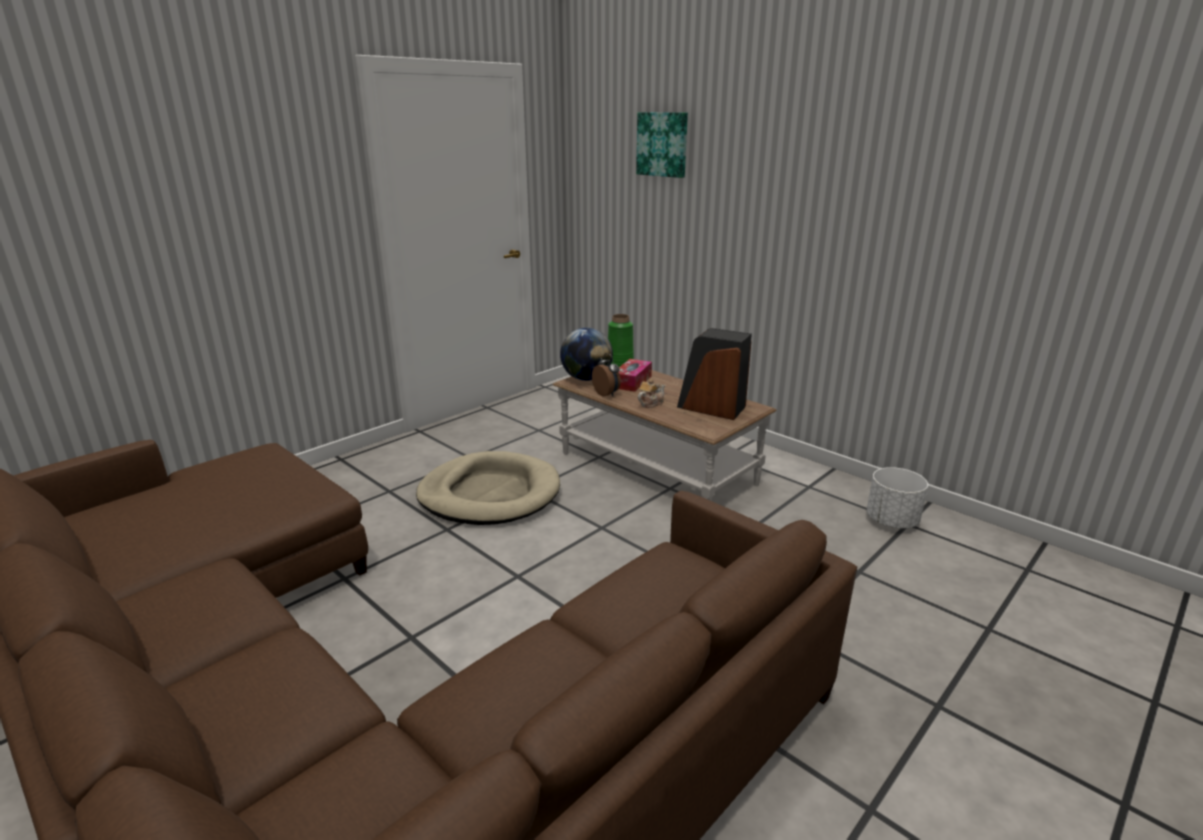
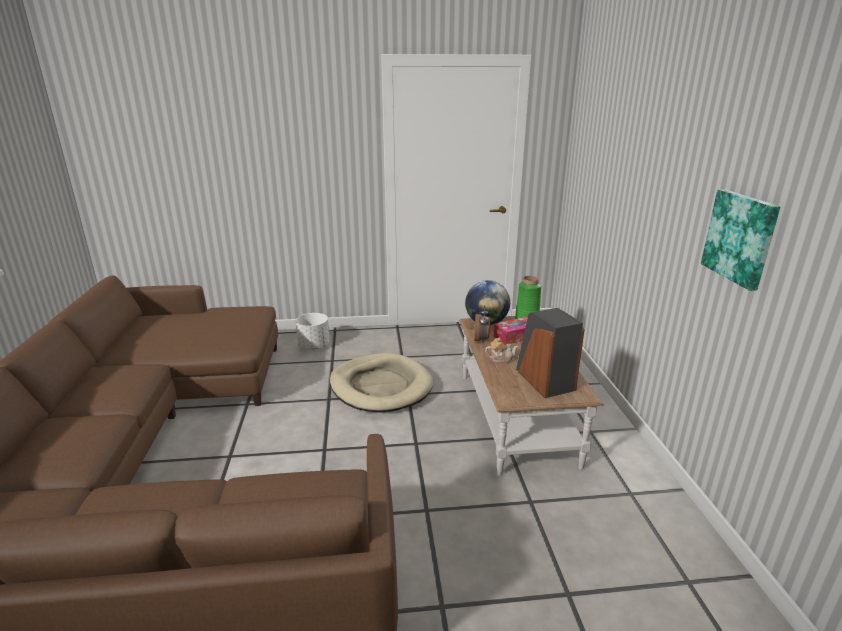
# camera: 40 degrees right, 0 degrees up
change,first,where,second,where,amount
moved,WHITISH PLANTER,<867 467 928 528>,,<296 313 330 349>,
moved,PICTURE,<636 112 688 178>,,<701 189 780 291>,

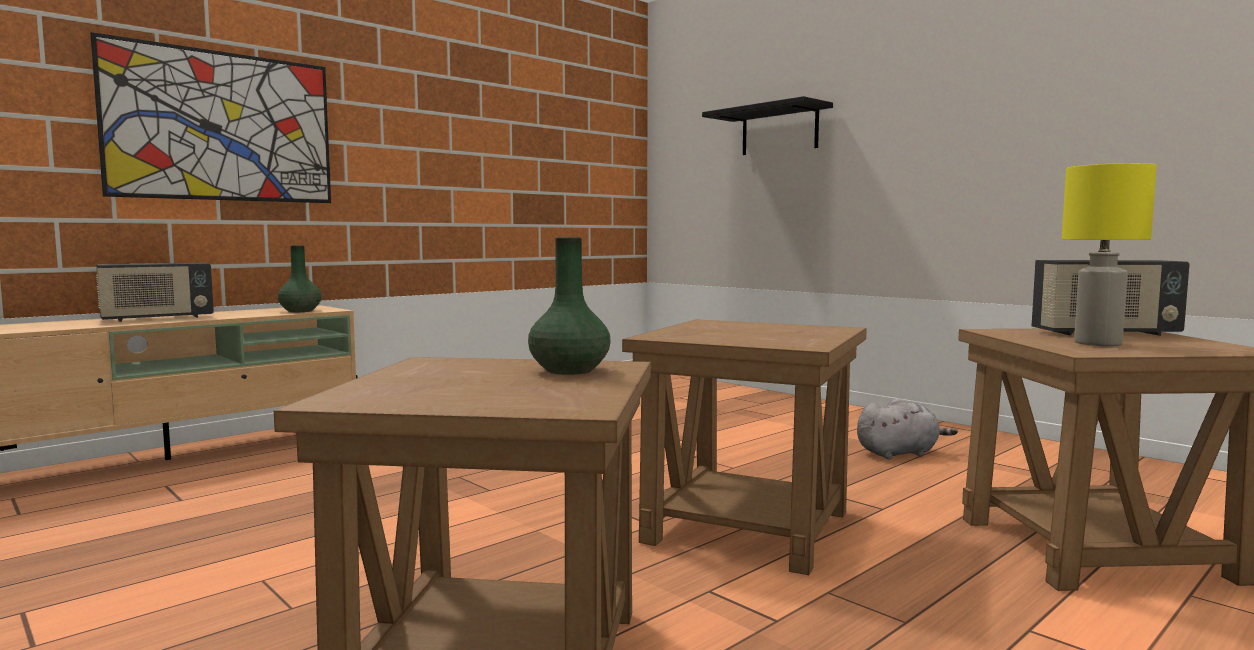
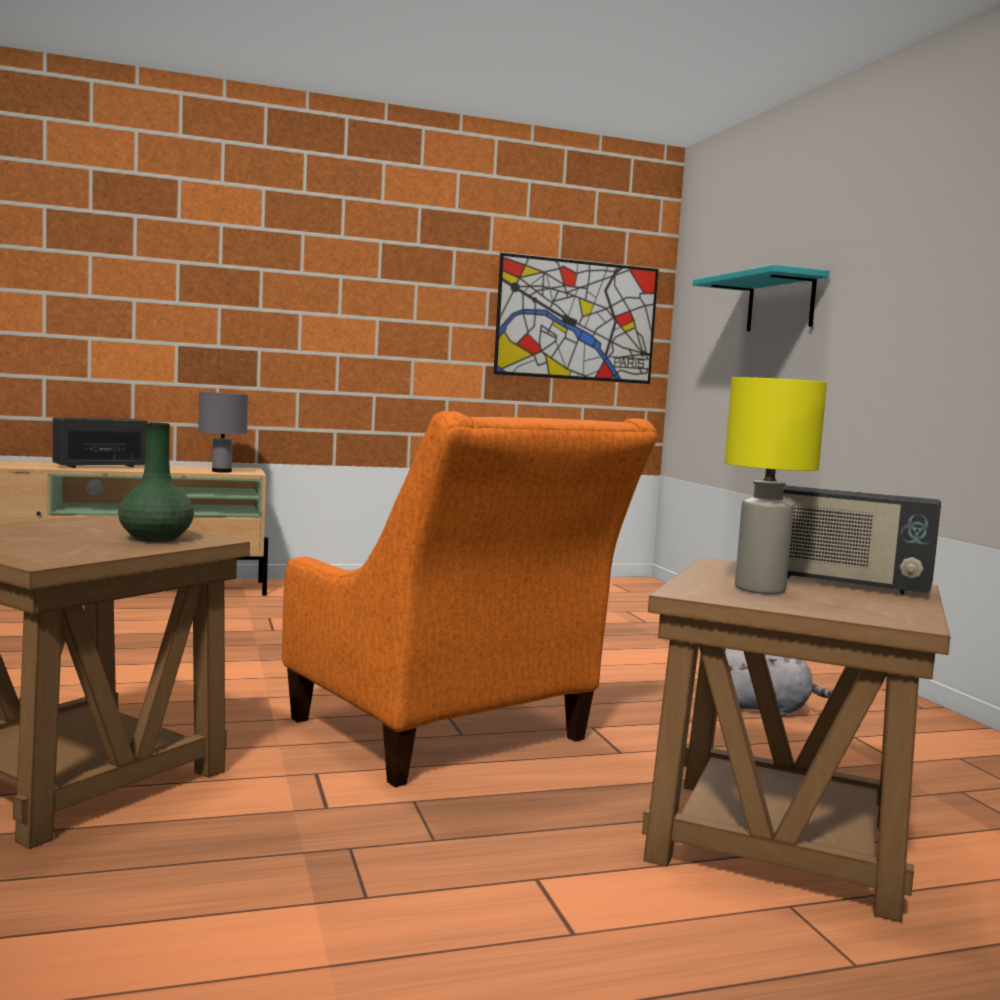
# camera: 25 degrees right, 0 degrees up
change,first,where,second,where,amount
turned,RADIO SET,<96 263 214 322>,,<53 417 147 468>,150 degrees clockwise
replaced,GREEN-COLOURED VASE,<278 245 322 312>,GREY LAMP FOR A TABLE,<198 392 248 473>,
replaced,BROWN ACCENT TABLE,<622 319 867 575>,ORANGE-COLOURED EASY CHAIR,<282 411 658 787>,
moved,PICTURE,<90 32 331 203>,,<494 253 658 384>,
recoloured,BLACKISH SHELF,<702 96 833 155>,BLUE-GREEN SHELF,<693 265 830 331>,

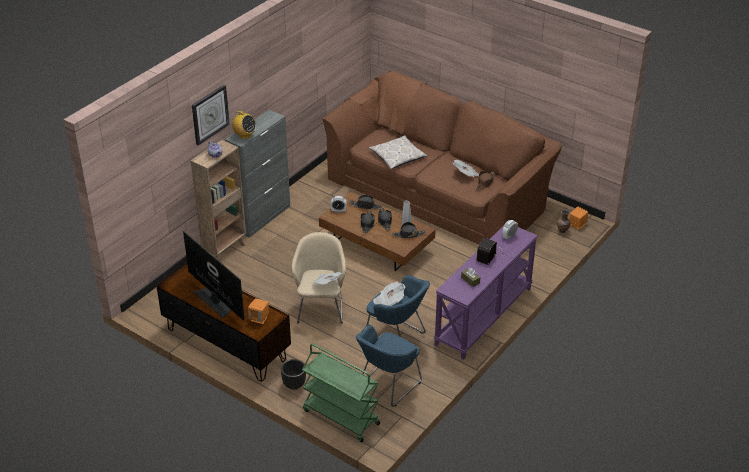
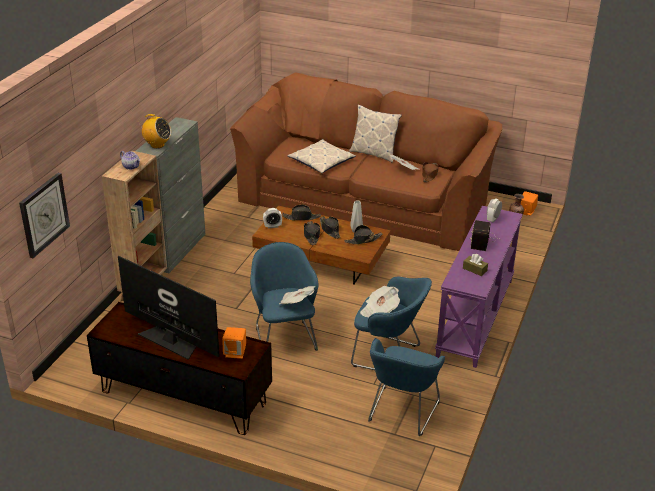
# camera: 15 degrees left, 5 degrees down
change,first,where,second,where,amount
moved,HANGING CLOCK,<192 85 230 146>,,<19 173 70 258>,
recoloured,SAND-COLOURED EASY CHAIR,<292 232 346 324>,BLUE-COLOURED EASY CHAIR,<250 242 318 351>,
added,,,THROW PILLOW,<349 104 402 163>,
removed,BLACKISH PLANTER,<281 359 306 390>,,,
removed,GREEN-COLOURED WHEELED CART,<302 343 380 442>,,,

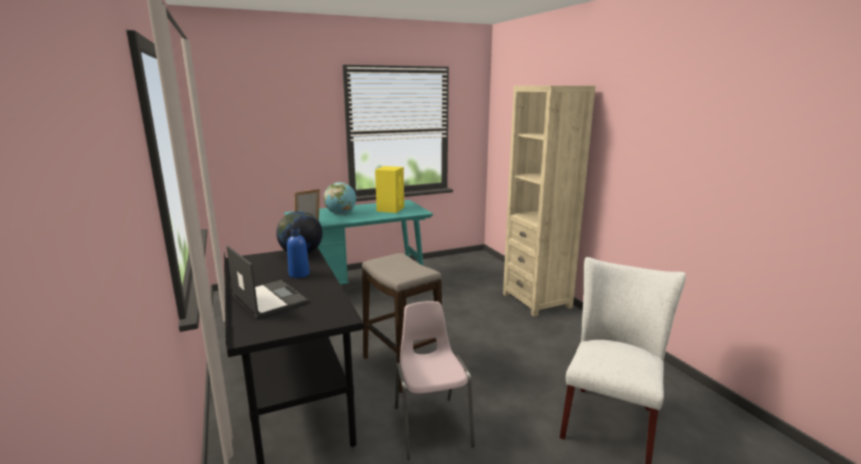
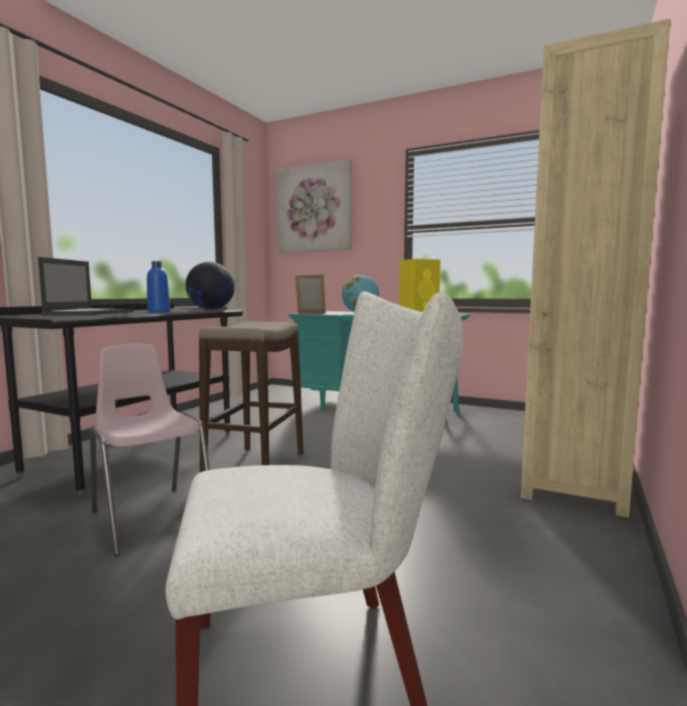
# camera: 50 degrees right, 10 degrees down
change,first,where,second,where,amount
turned,PINKISH PLAIN CHAIR,<395 301 475 460>,,<90 344 210 556>,75 degrees counterclockwise
added,,,PICTURE,<277 159 352 252>,

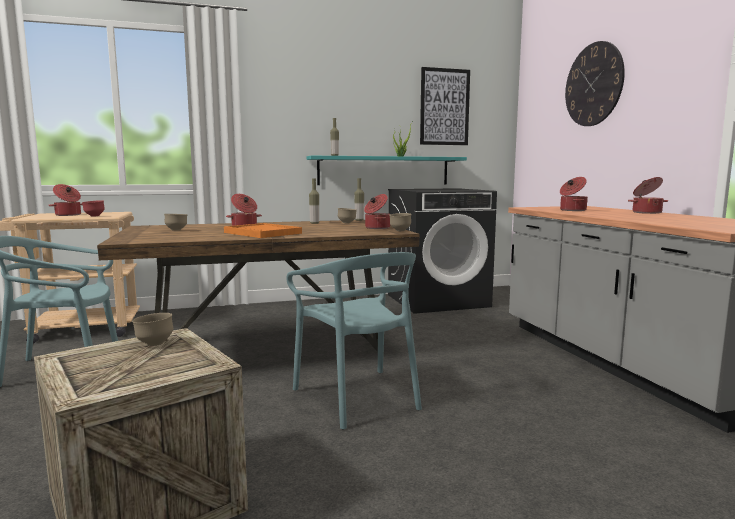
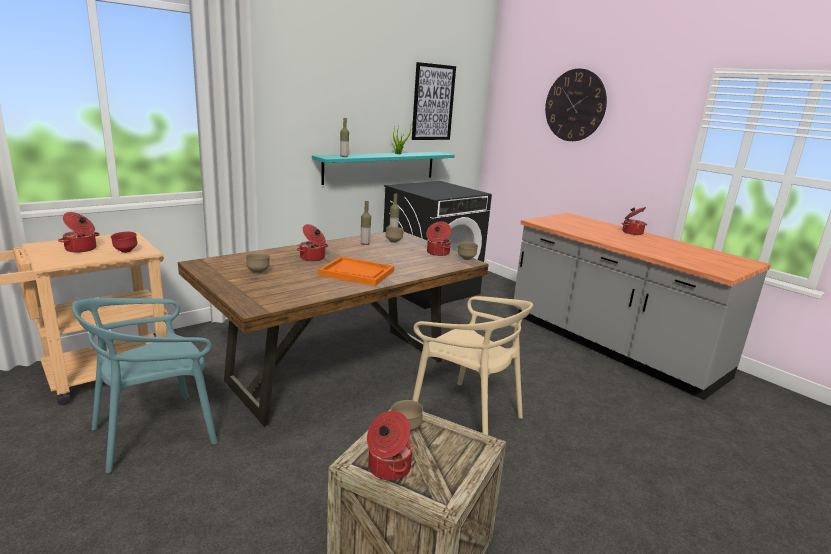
# camera: 25 degrees left, 10 degrees up
change,first,where,second,where,amount
moved,SAUCEPOT,<560 177 588 211>,,<367 411 413 481>,
recoloured,BLUE-GREEN PLAIN CHAIR,<286 252 422 429>,SAND-COLOURED PLAIN CHAIR,<412 296 533 435>,

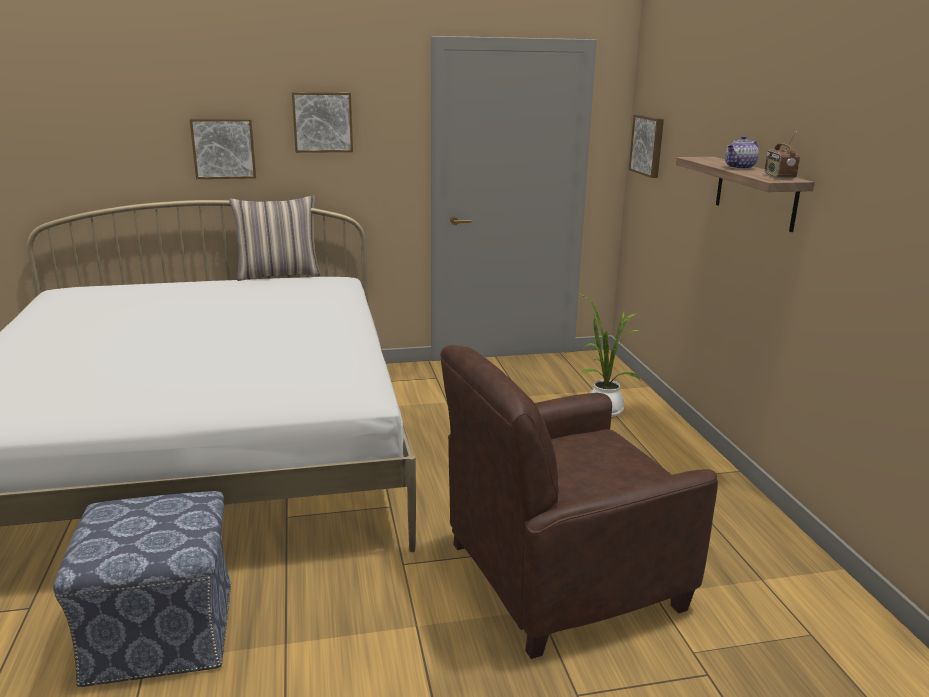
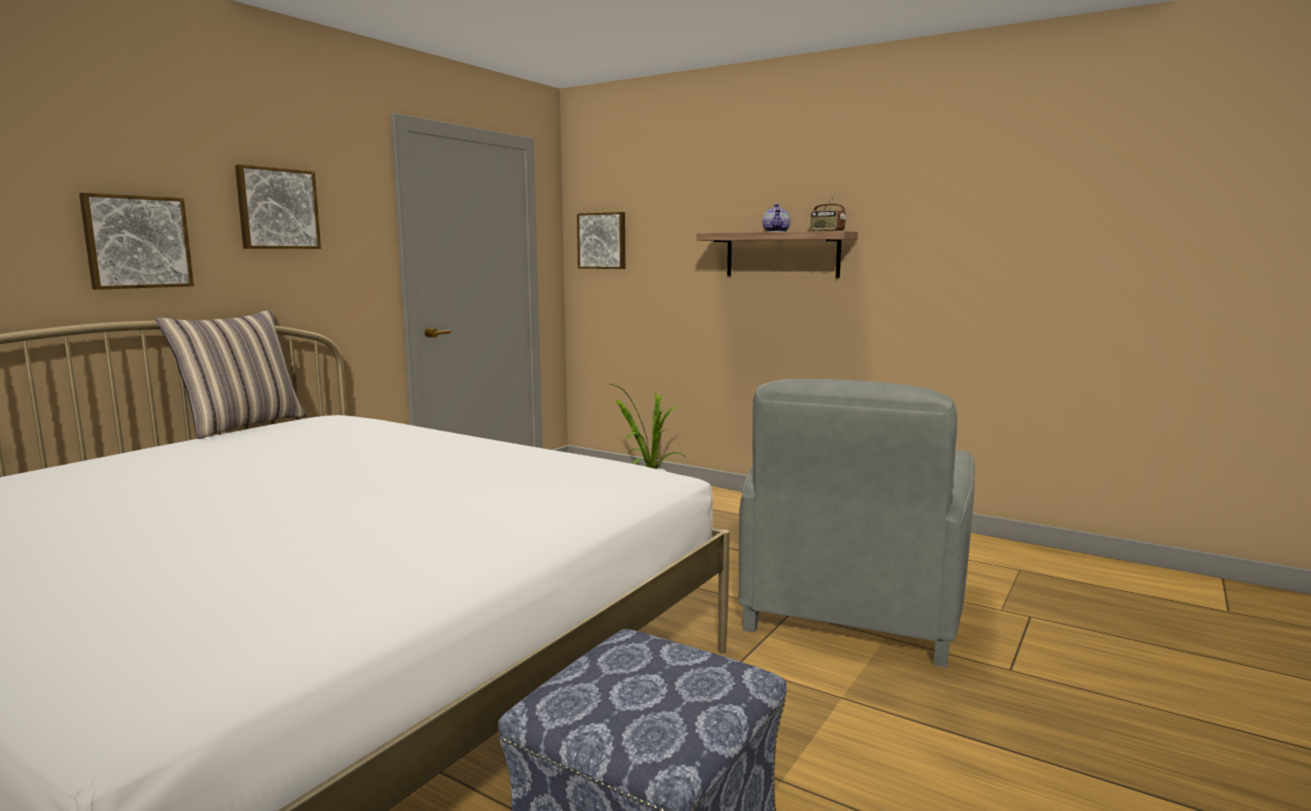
# camera: 45 degrees left, 10 degrees down
change,first,where,second,where,amount
recoloured,BROWN EASY CHAIR,<440 345 718 659>,GREY EASY CHAIR,<739 379 975 668>,

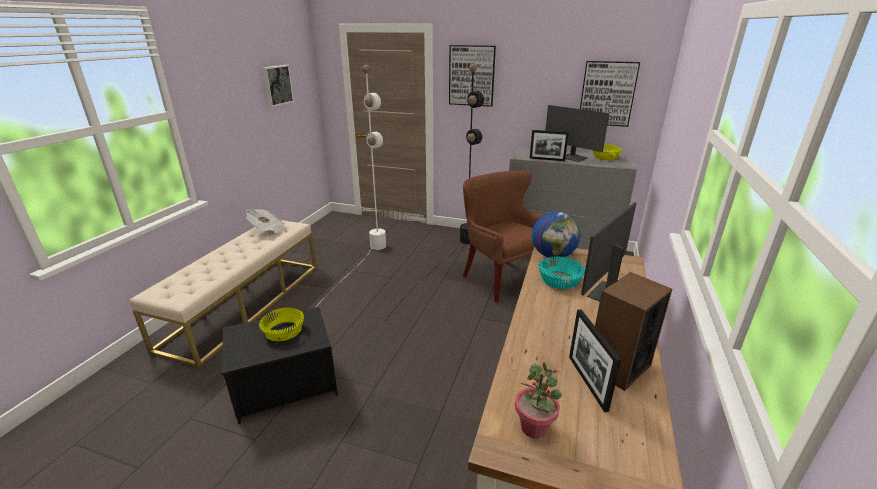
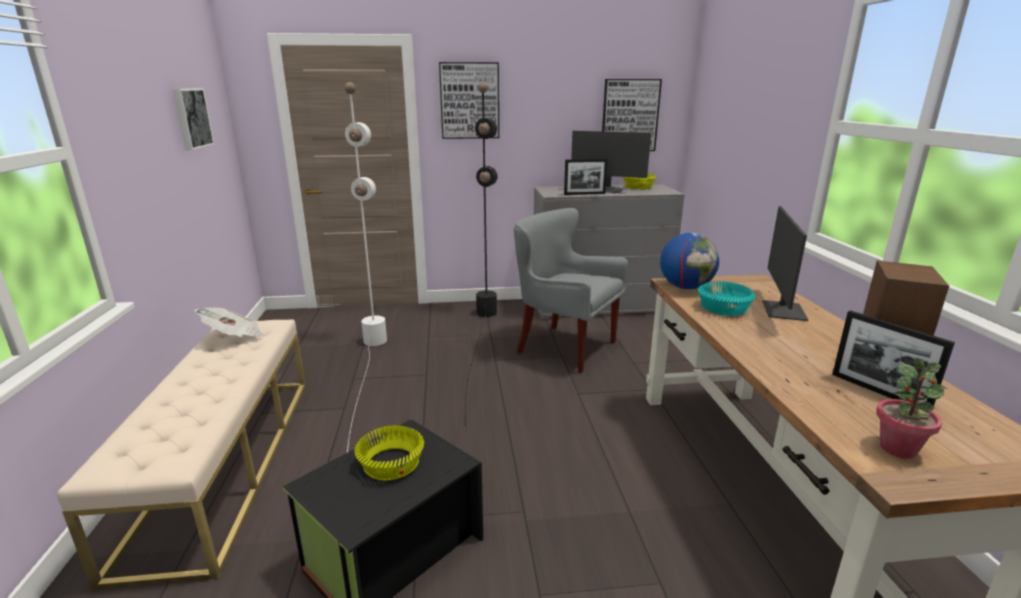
# camera: 25 degrees left, 5 degrees down
change,first,where,second,where,amount
recoloured,BROWN EASY CHAIR,<463 170 544 303>,GREY EASY CHAIR,<514 208 628 373>,

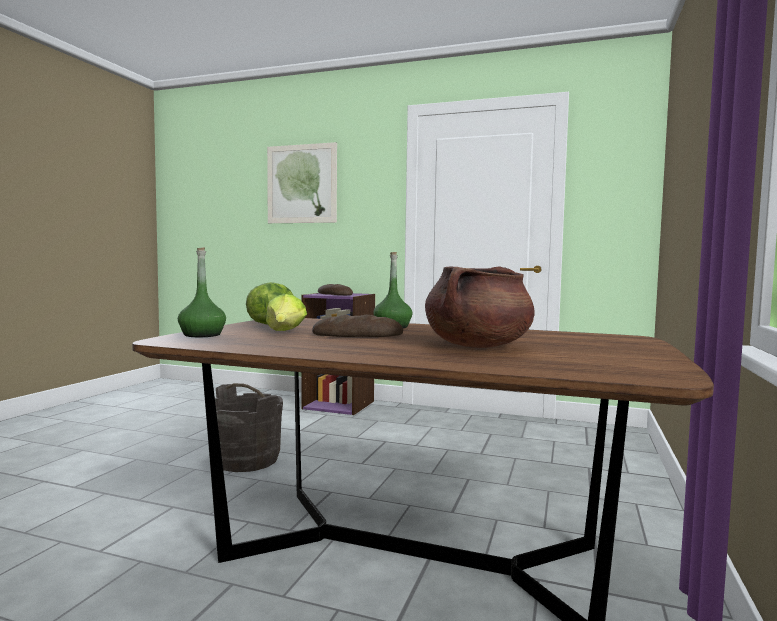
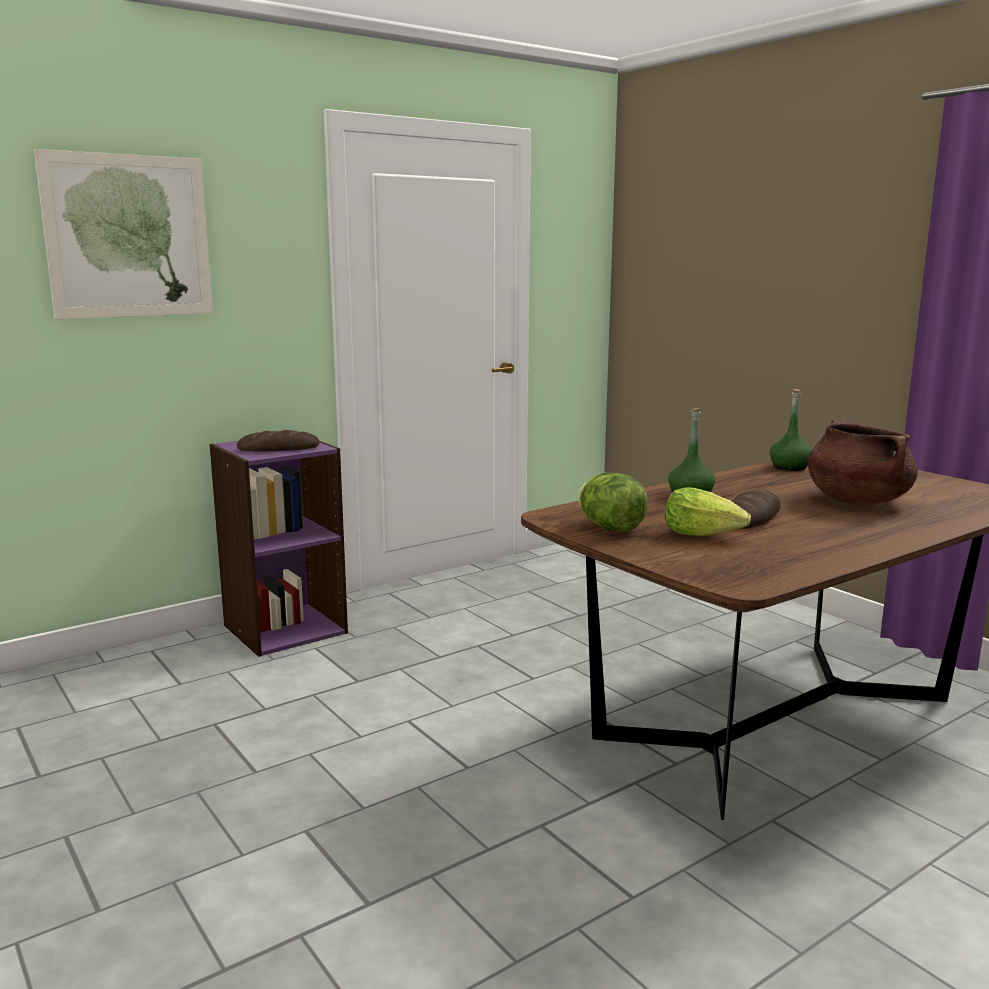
# camera: 55 degrees left, 10 degrees up
change,first,where,second,where,amount
moved,GREEN-COLOURED DRINK BOTTLE,<178 247 226 337>,,<770 389 812 471>,
removed,GREY WATER BUCKET,<215 383 283 472>,,,

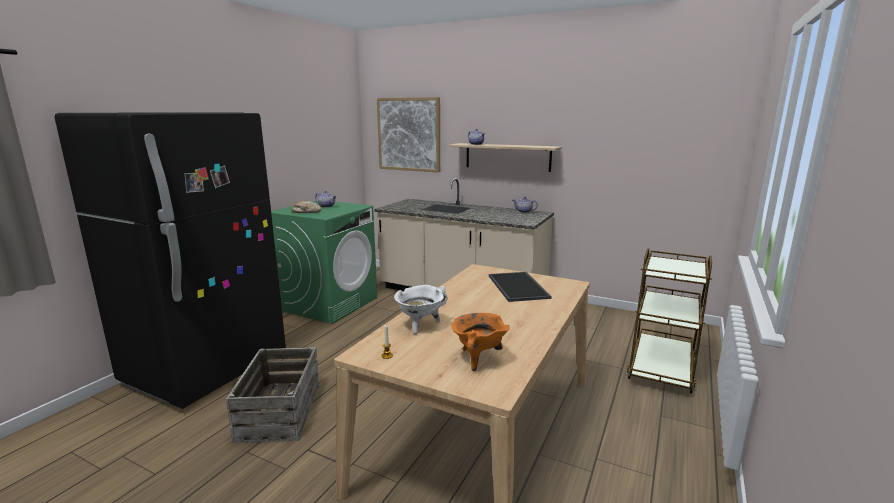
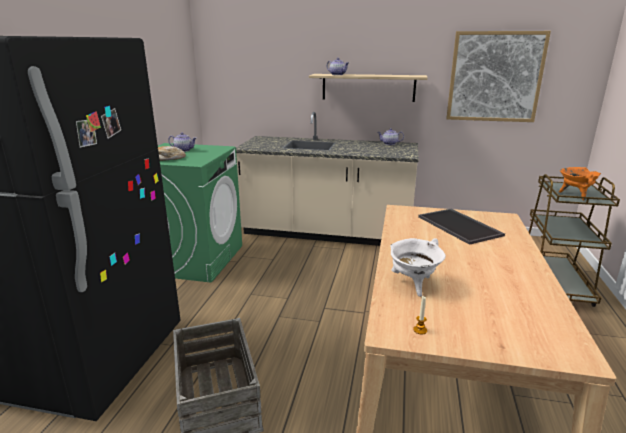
# camera: 15 degrees left, 5 degrees up
change,first,where,second,where,amount
moved,PICTURE,<377 97 440 173>,,<446 31 551 122>,
moved,ORANGE-COLOURED SAUCEPOT,<452 313 510 371>,,<559 167 601 200>,

